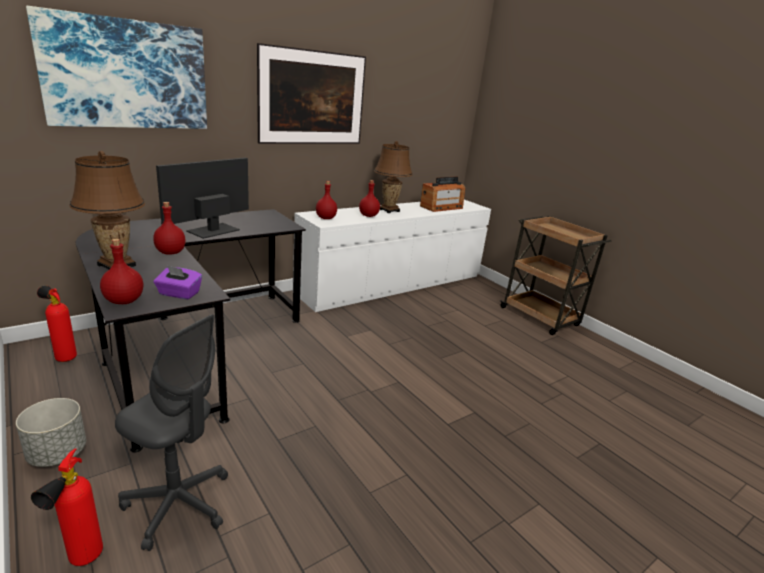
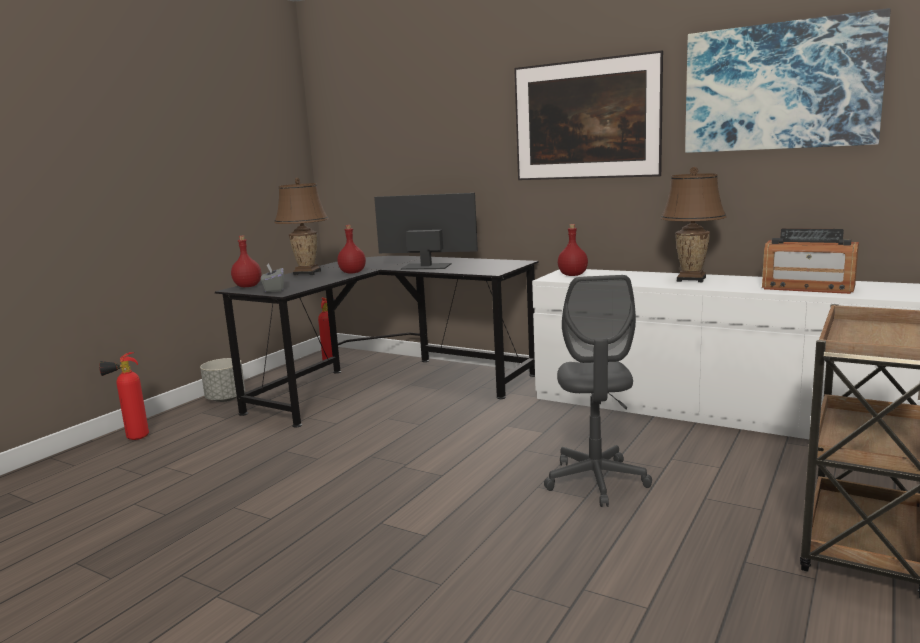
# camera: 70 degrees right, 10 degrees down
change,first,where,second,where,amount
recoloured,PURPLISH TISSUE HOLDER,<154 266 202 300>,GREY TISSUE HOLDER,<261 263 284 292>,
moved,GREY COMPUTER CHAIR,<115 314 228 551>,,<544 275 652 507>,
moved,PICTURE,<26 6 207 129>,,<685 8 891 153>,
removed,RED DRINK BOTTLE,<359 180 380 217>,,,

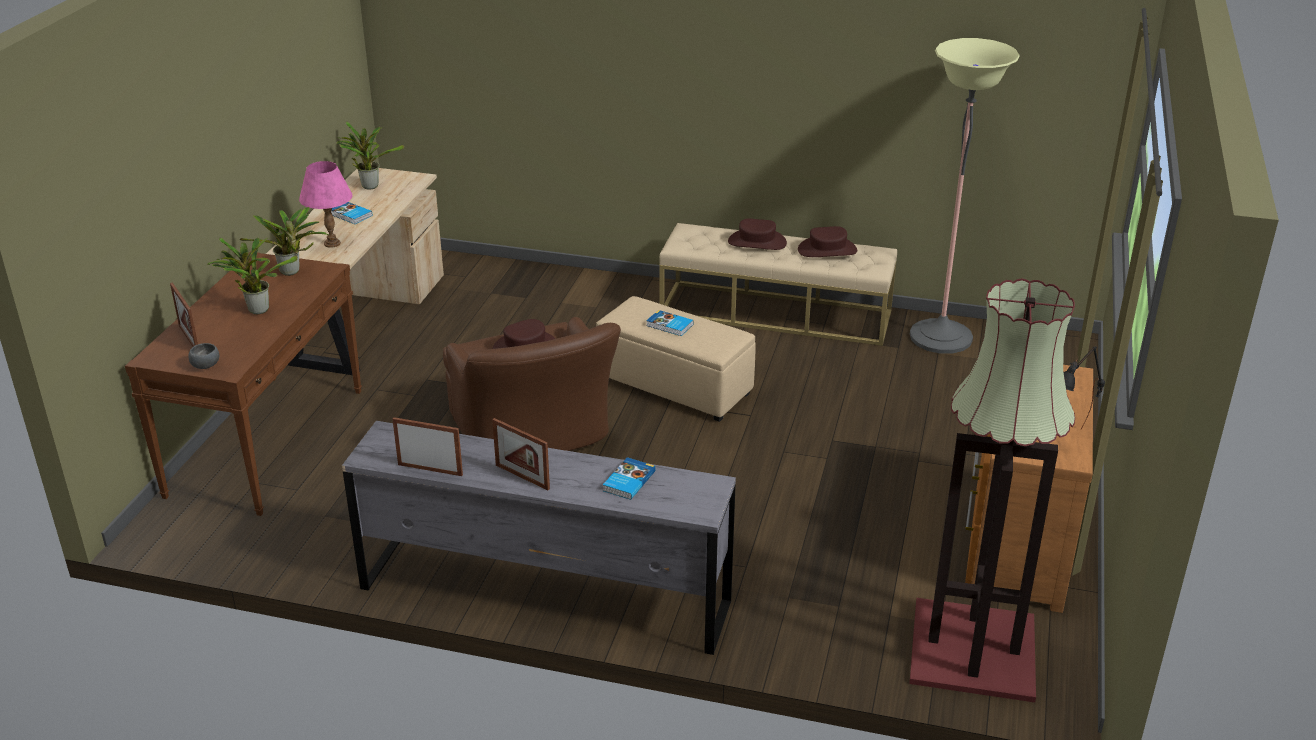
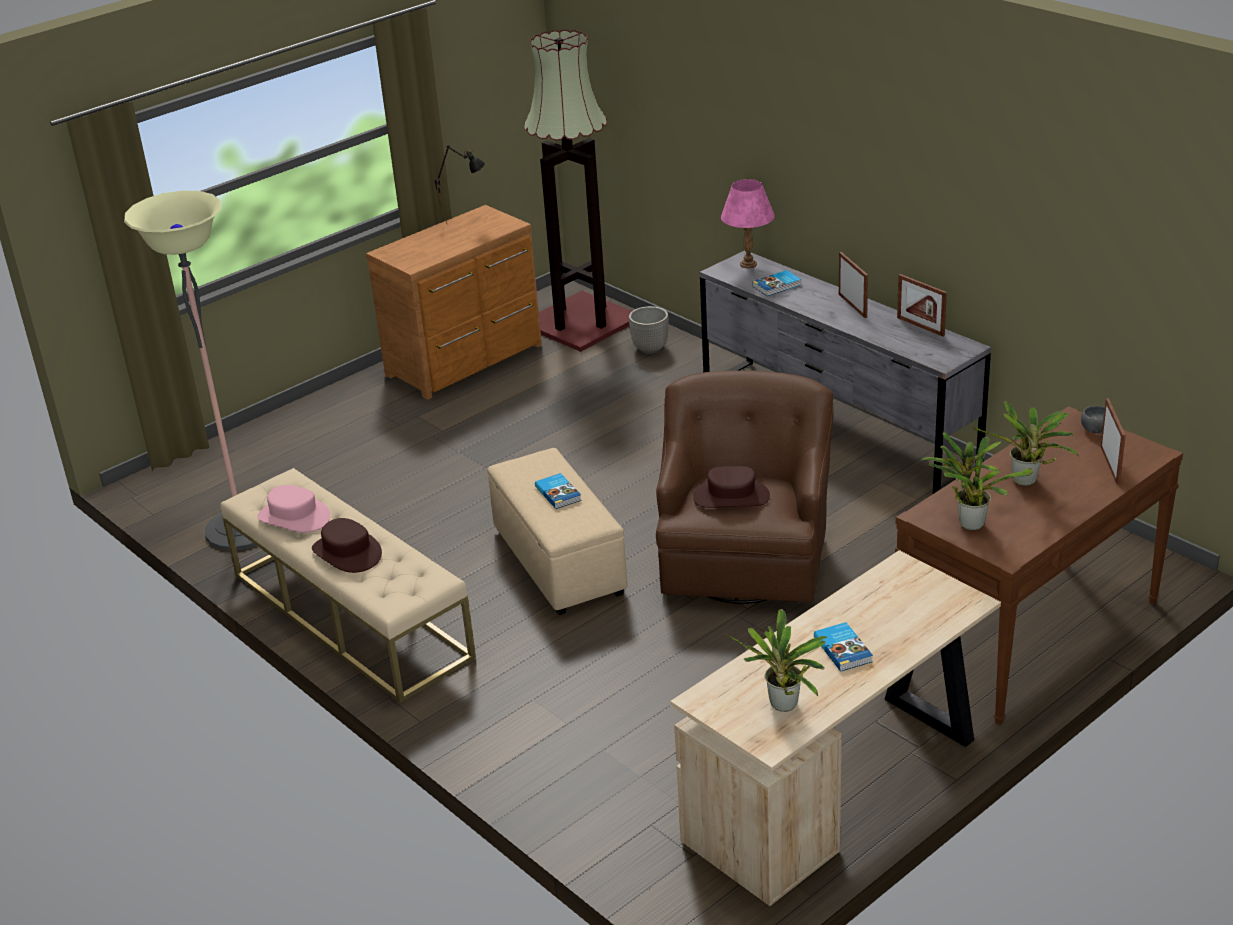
# camera: 145 degrees left, 0 degrees up
change,first,where,second,where,amount
recoloured,BROWN CLOTHING HAT,<798 226 857 257>,PINKISH CLOTHING HAT,<257 485 330 532>,
added,,,PLANTER,<629 306 669 354>,
moved,PINKISH LAMP FOR A TABLE,<299 161 352 248>,,<721 179 775 268>,

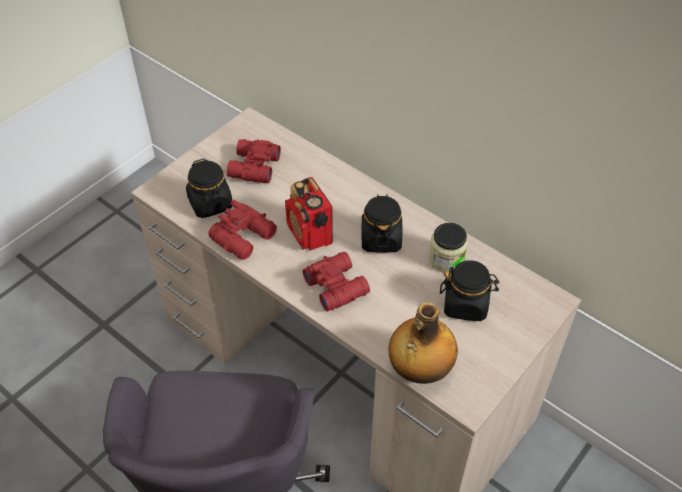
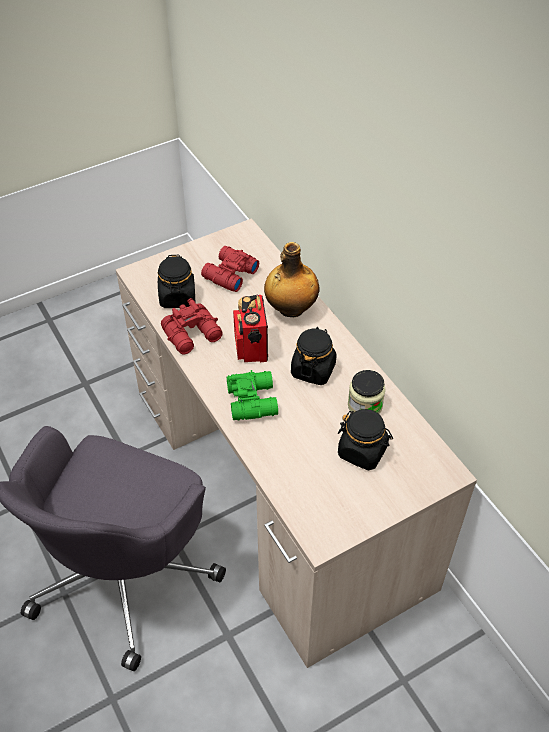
# camera: 20 degrees right, 0 degrees up
change,first,where,second,where,amount
recoloured,RED PAIR OF BINOCULARS,<302 252 370 311>,GREEN-COLOURED PAIR OF BINOCULARS,<227 370 278 420>,
moved,DRINK BOTTLE,<388 302 458 384>,,<264 242 320 317>,

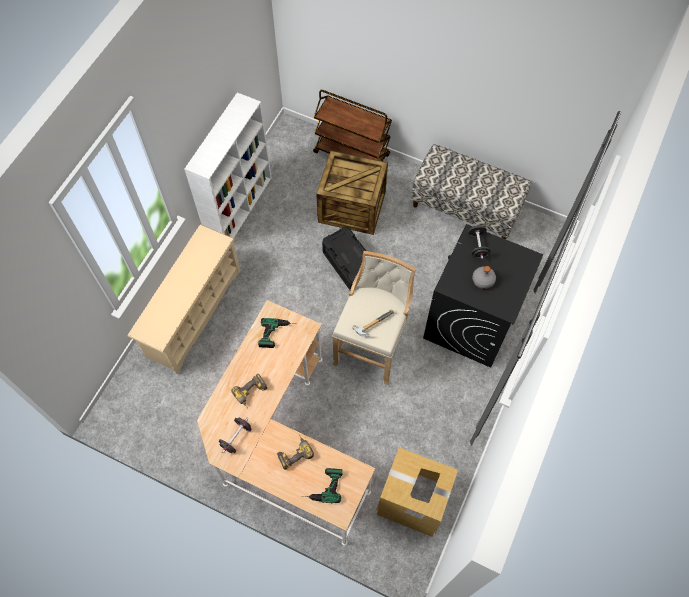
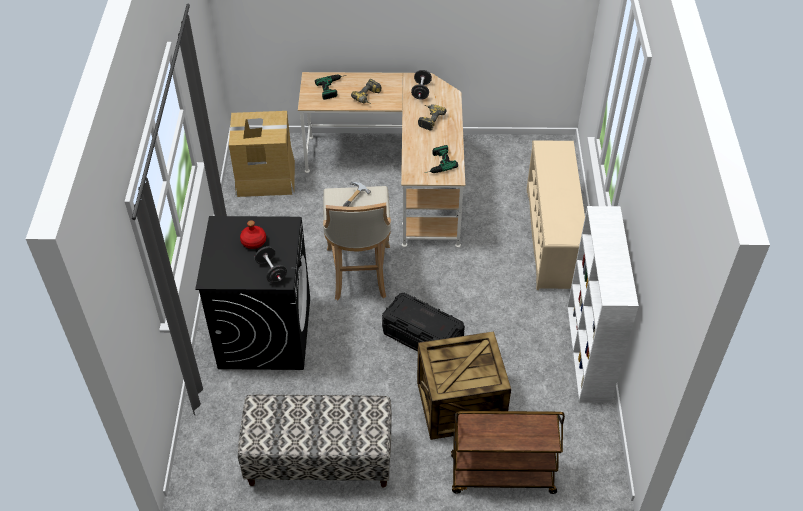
# camera: 155 degrees right, 15 degrees down
change,first,where,second,where,amount
recoloured,GREY DRINK BOTTLE,<472 266 496 289>,RED DRINK BOTTLE,<240 220 266 249>,

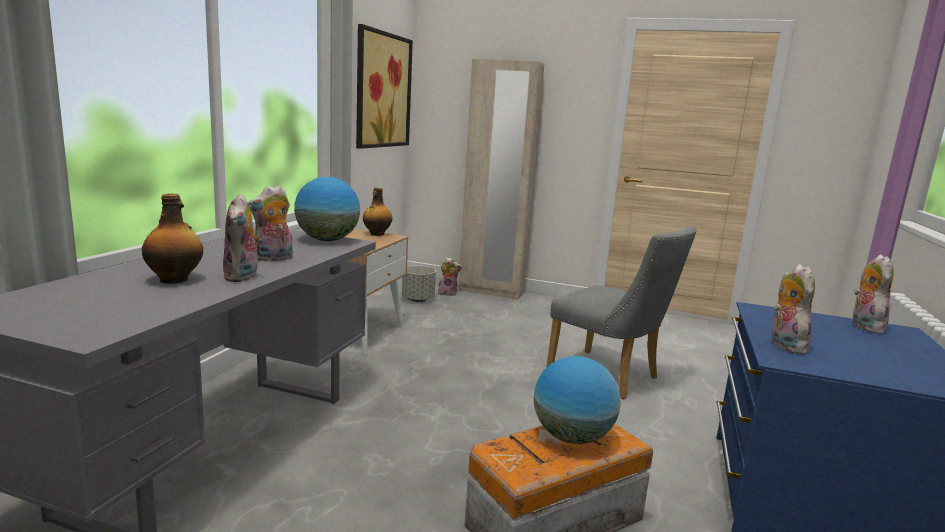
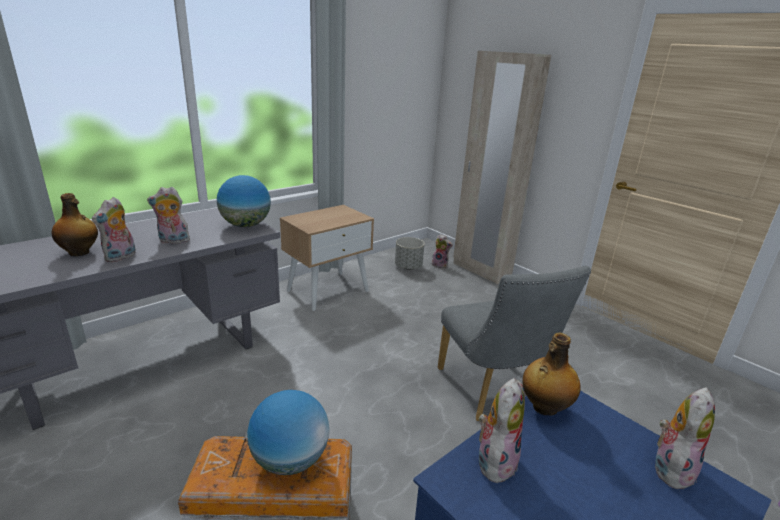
# camera: 30 degrees right, 10 degrees up
change,first,where,second,where,amount
moved,DRINK BOTTLE,<363 188 392 236>,,<522 332 581 416>,
removed,PICTURE,<356 24 413 149>,,,

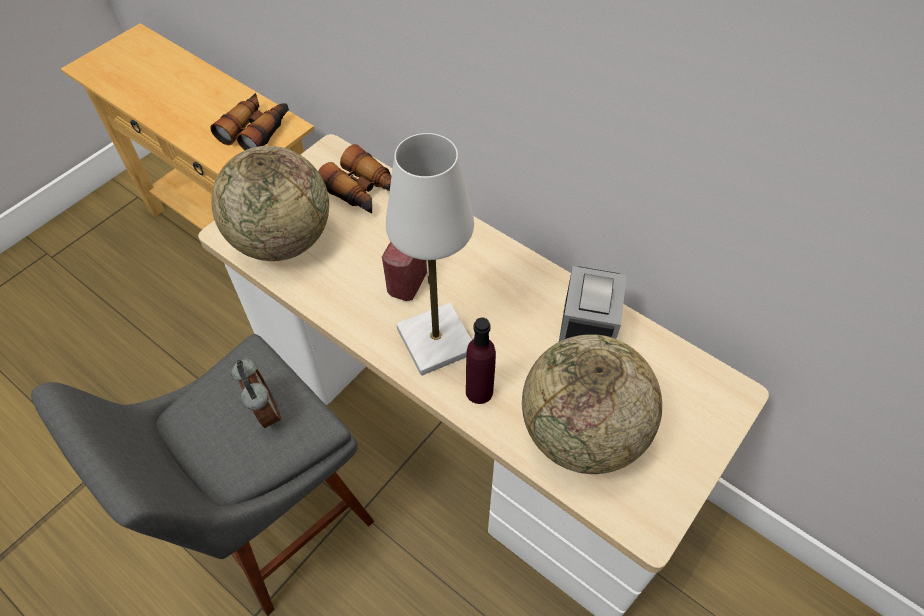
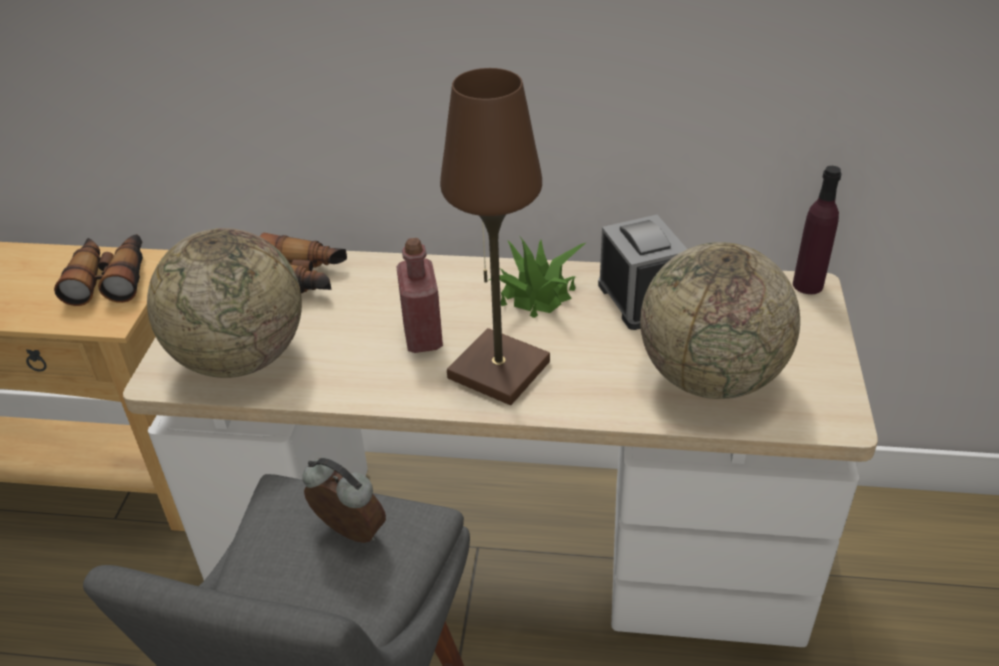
# camera: 30 degrees left, 15 degrees down
change,first,where,second,where,amount
recoloured,WHITISH LAMP FOR A TABLE,<386 133 474 376>,BROWN LAMP FOR A TABLE,<440 68 550 405>,
added,,,POTTED PLANT,<489 237 585 318>,
moved,PURPLISH DRINK BOTTLE,<466 317 496 404>,,<793 166 842 294>,

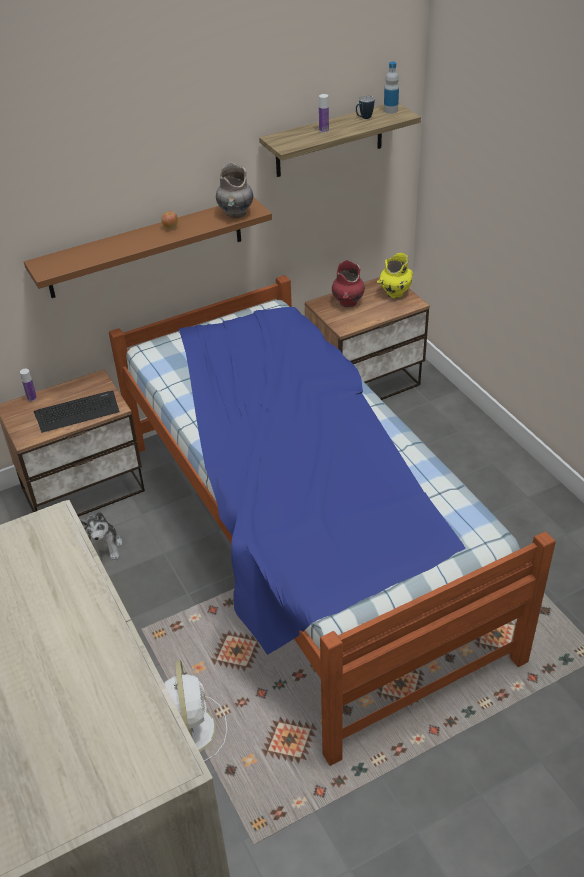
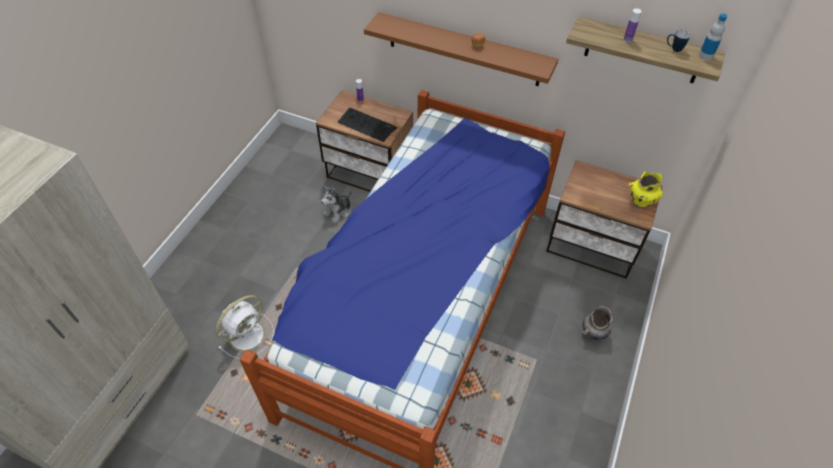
# camera: 50 degrees right, 10 degrees up
change,first,where,second,where,amount
moved,GREY VASE,<216 163 253 218>,,<582 306 613 340>,
removed,RED VASE,<332 260 365 307>,,,

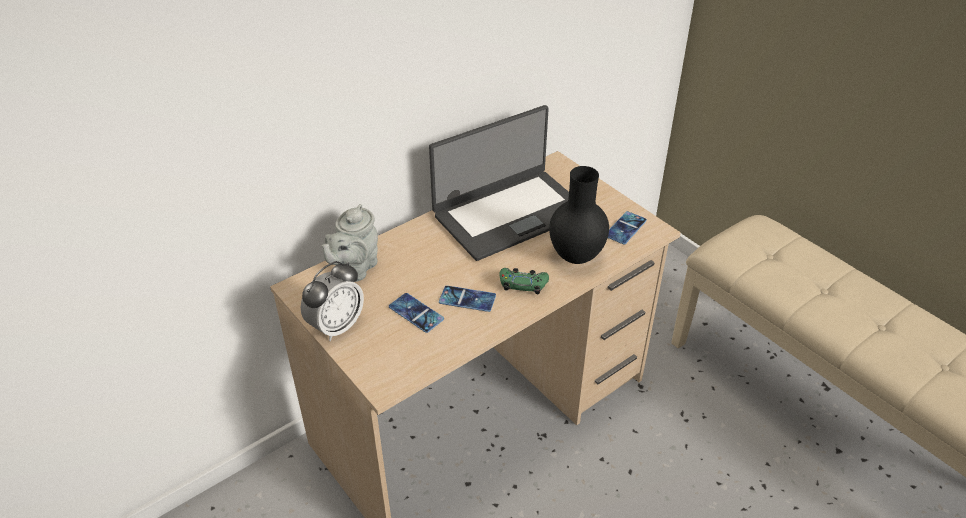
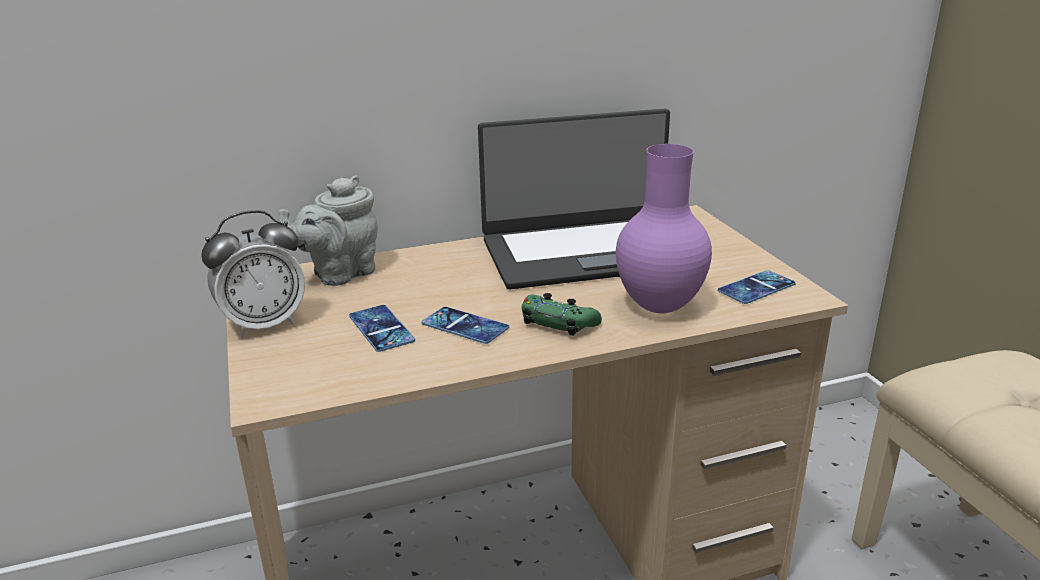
# camera: 20 degrees right, 15 degrees down
change,first,where,second,where,amount
recoloured,BLACKISH VASE,<549 166 609 264>,PURPLISH VASE,<616 144 712 313>,

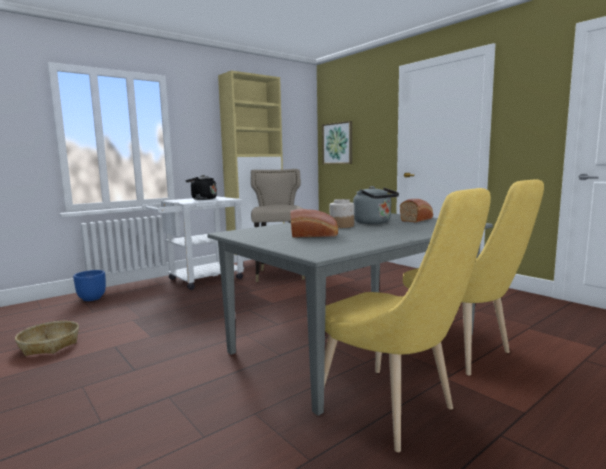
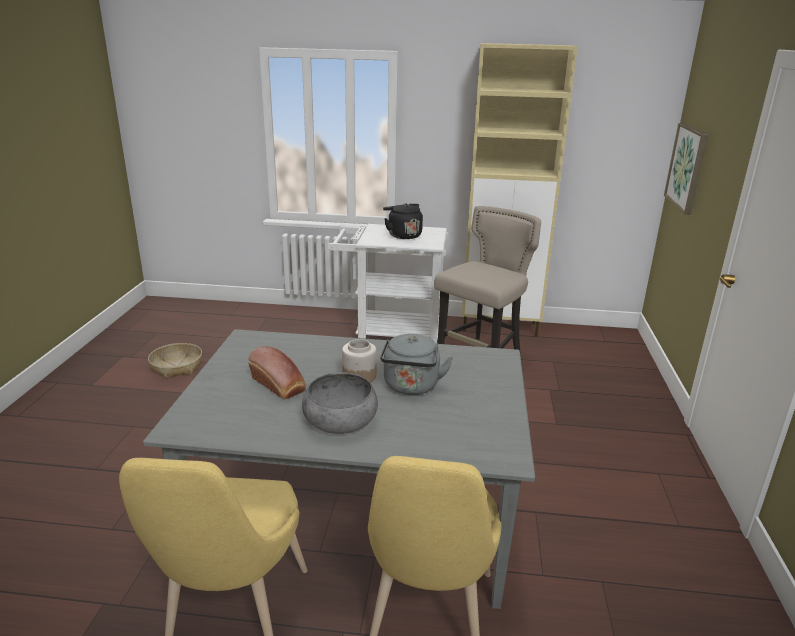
# camera: 45 degrees right, 15 degrees up
change,first,where,second,where,amount
added,,,GREY DEEP DISH,<302 372 378 434>,
removed,BLUE-COLOURED PLANTER,<73 270 106 301>,,,
removed,BREAD,<400 199 433 223>,,,

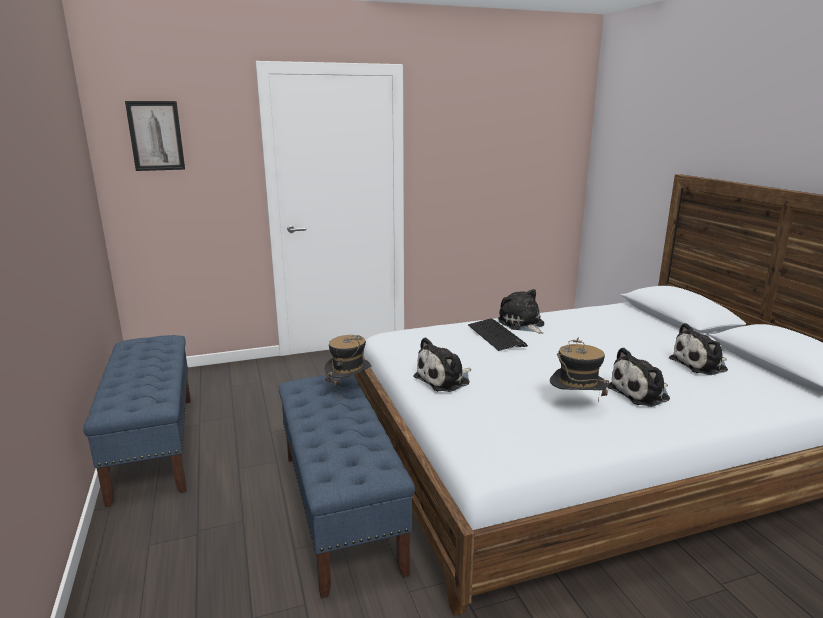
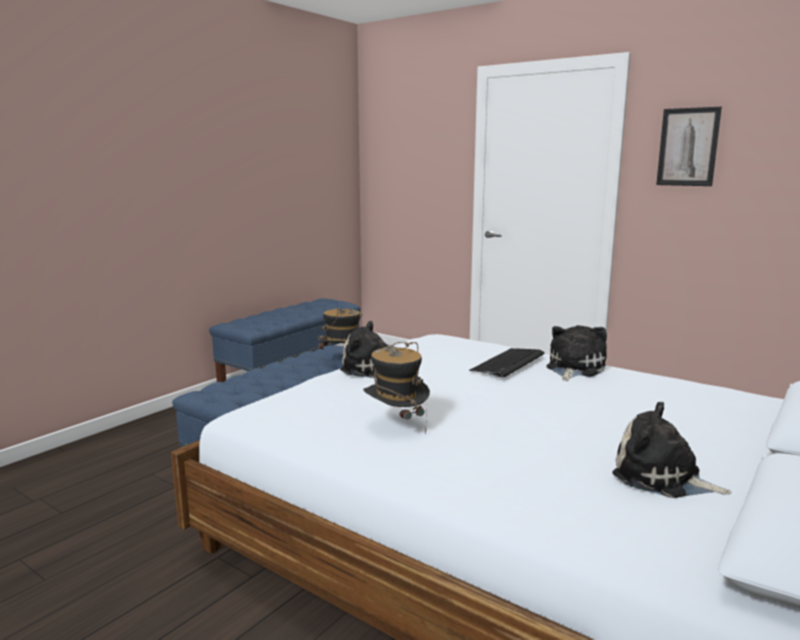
# camera: 55 degrees right, 5 degrees down
change,first,where,second,where,amount
moved,PICTURE,<125 101 185 171>,,<656 107 722 186>,
removed,CUDDLY TOY,<607 347 670 407>,,,

